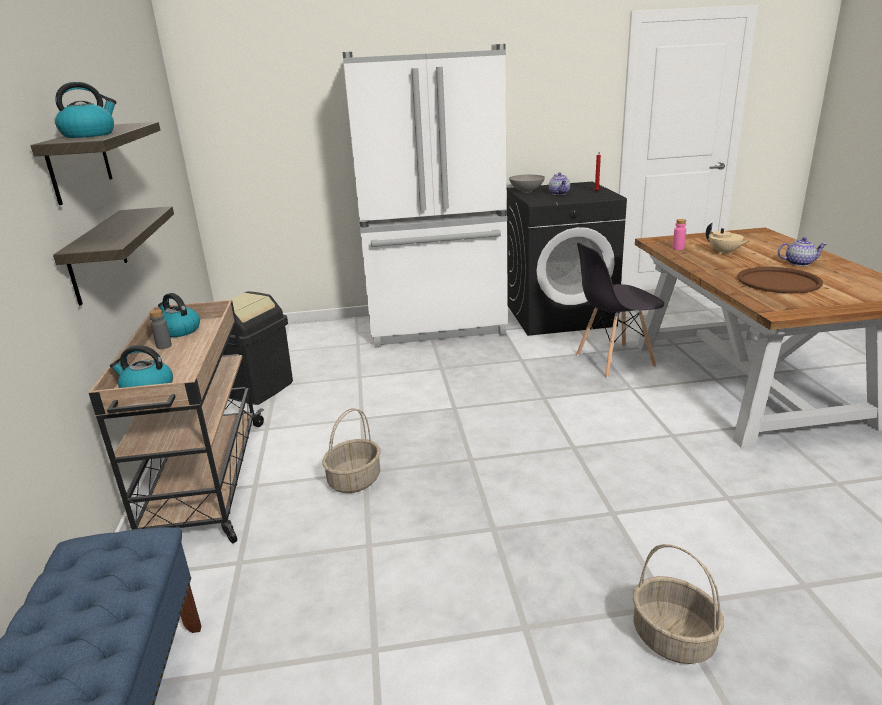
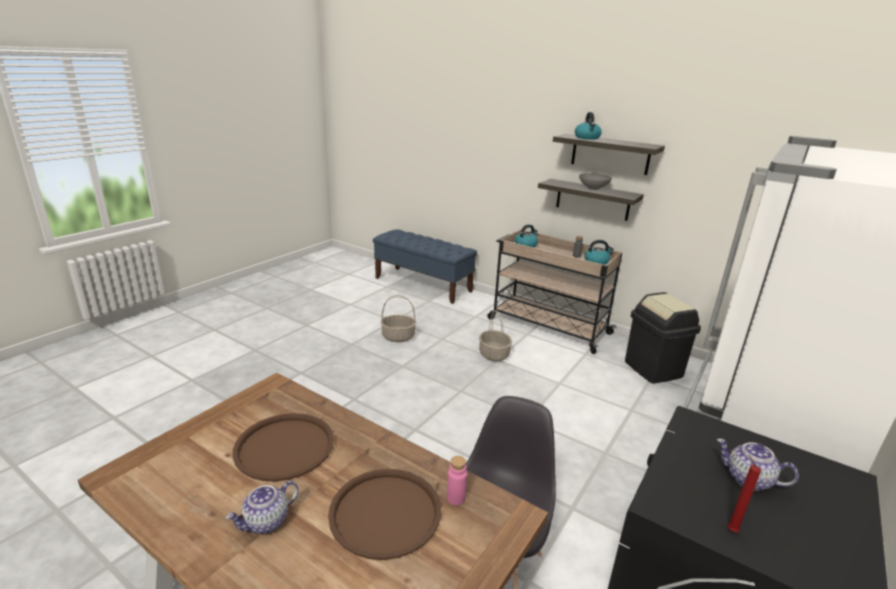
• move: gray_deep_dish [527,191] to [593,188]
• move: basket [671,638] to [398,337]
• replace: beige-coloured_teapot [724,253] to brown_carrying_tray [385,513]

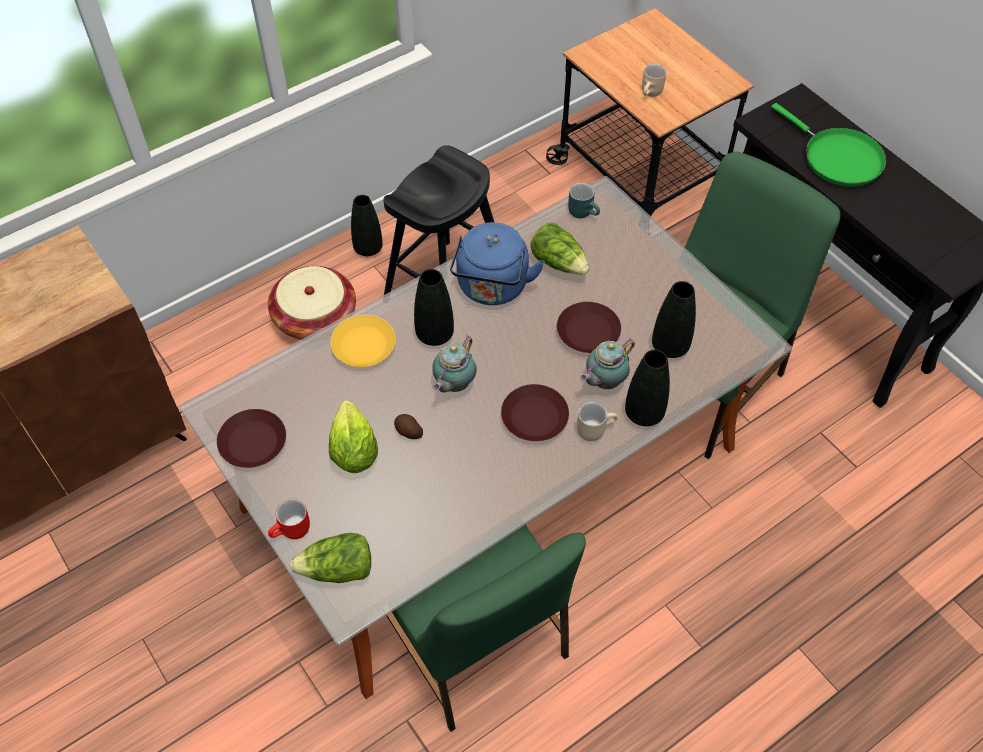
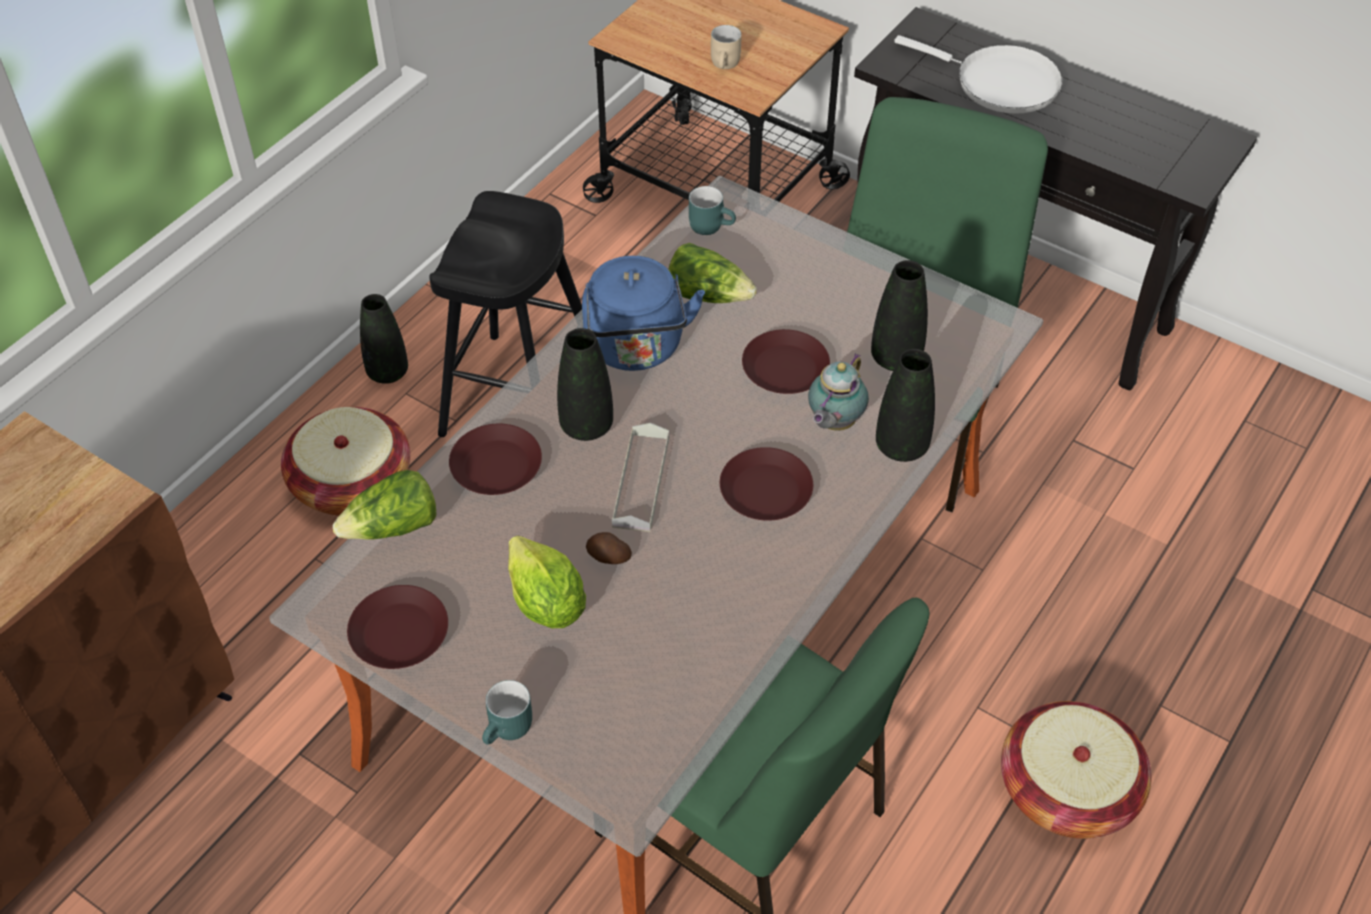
• recolor: red_tea_mug [292,532] to blue-green_tea_mug [509,731]
• move: lettuce [338,570] to [393,527]
• recolor: yellow_plate [363,345] to brown_plate [495,466]
• replace: teapot [453,385] to gray_carrying_tray [641,482]
• delete: beige-coloured_tea_mug [594,428]
• recolor: green_skillet [837,158] to whitish_skillet [1000,83]
• insert: basket [1067,790]

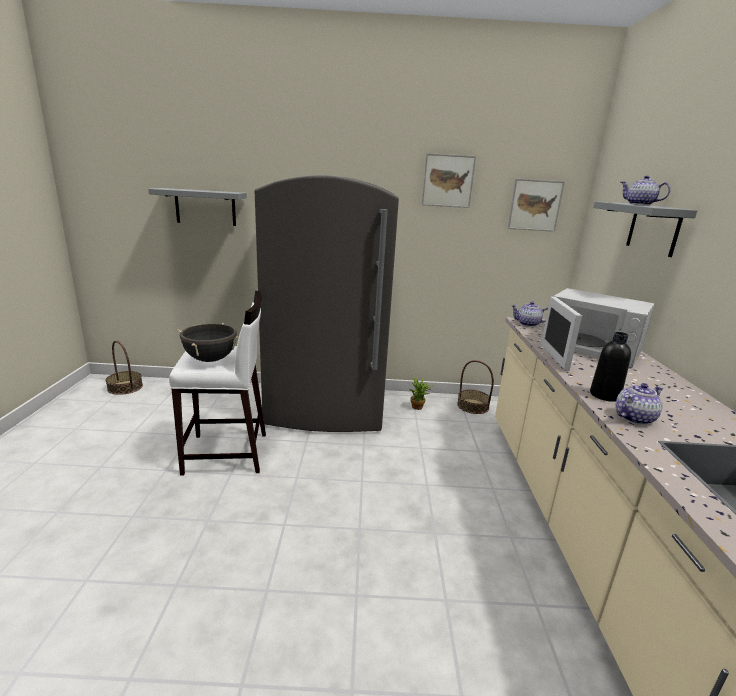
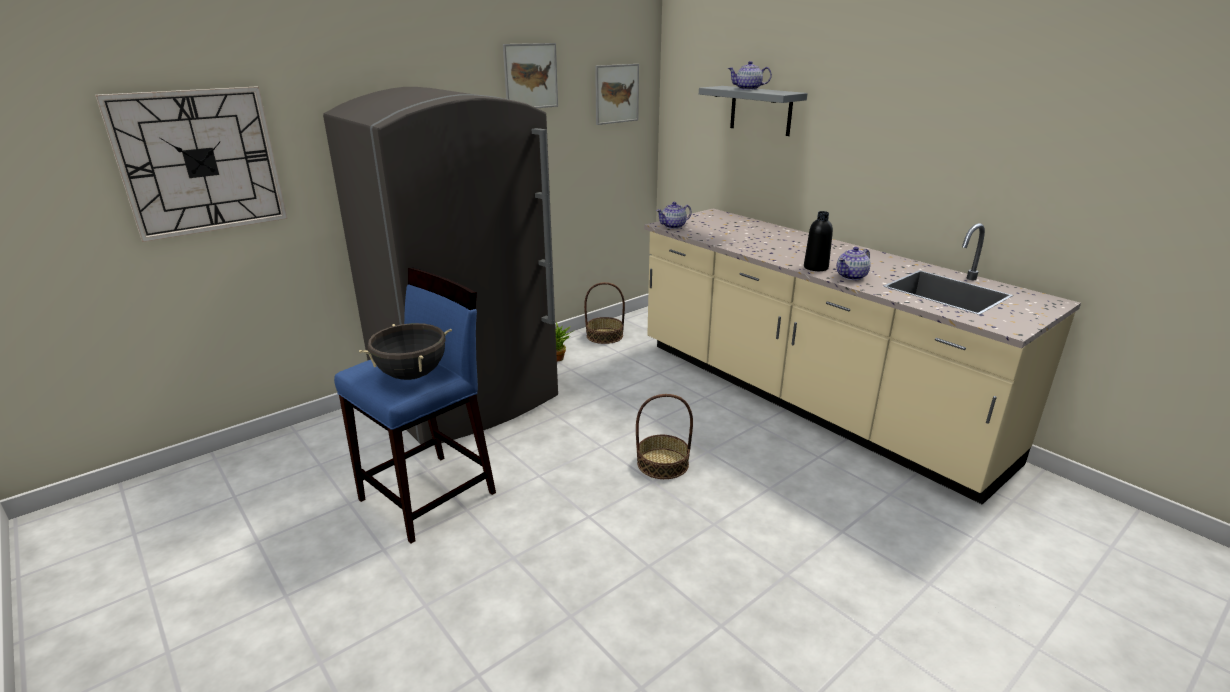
• move: basket [125,387] to [663,463]
• replace: gray_bracket_shelf [205,207] to clock_on_the_wall [200,162]
• recolor: whitish_stool_seat [227,454] to blue_stool_seat [429,496]
• delete: whitish_microwave_oven [587,350]
• rotate: teapot [633,418] = [852,276] 150 degrees counterclockwise

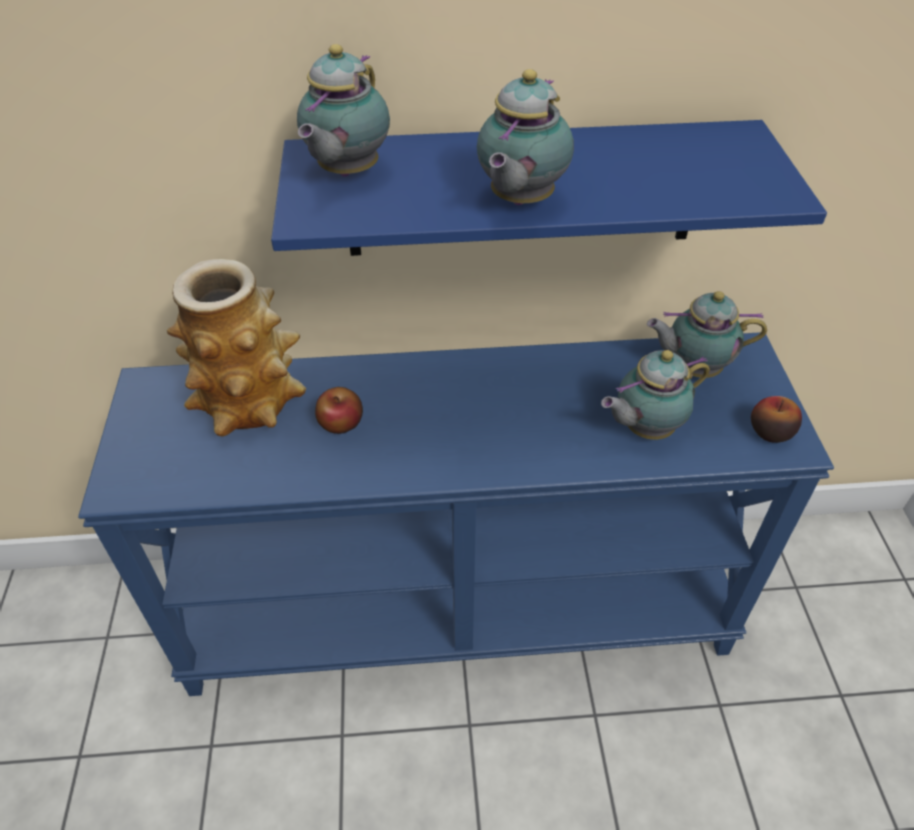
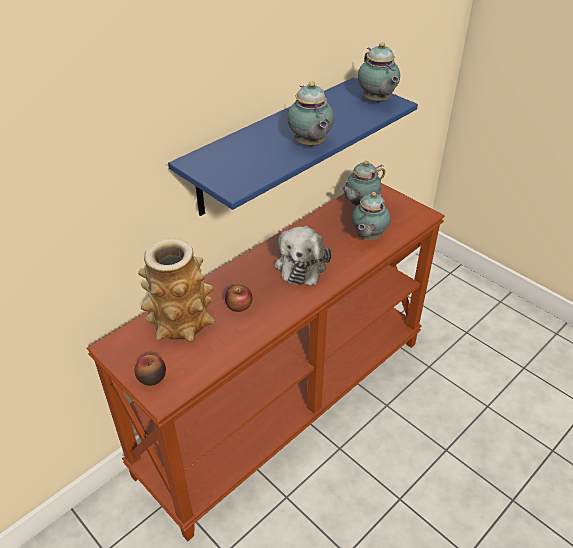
• recolor: blue_narrow_table [459,607] to brown_narrow_table [285,402]
• move: teapot [346,173] to [376,101]
• move: apple [770,431] to [152,377]
• insert: plush_toy [301,264]

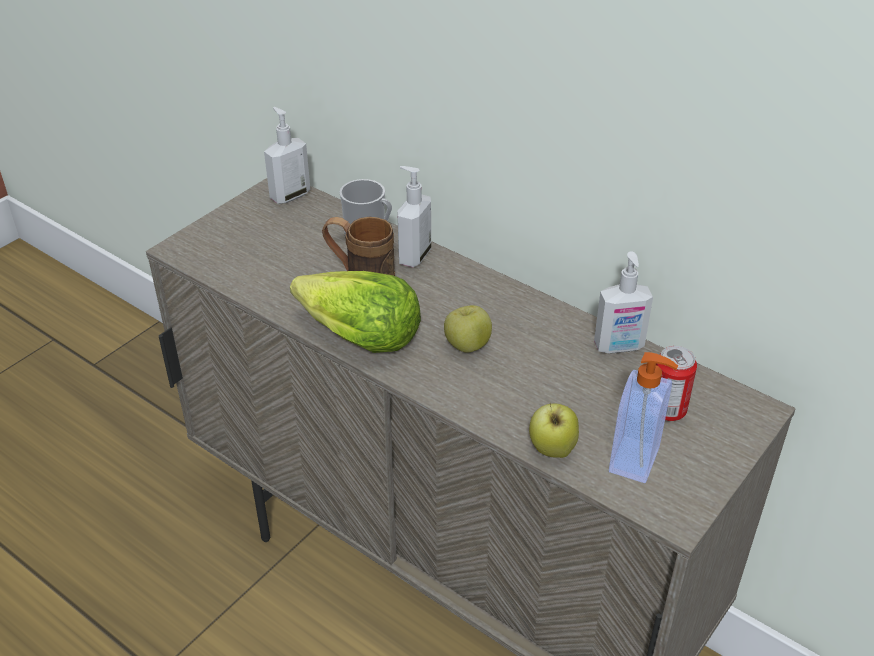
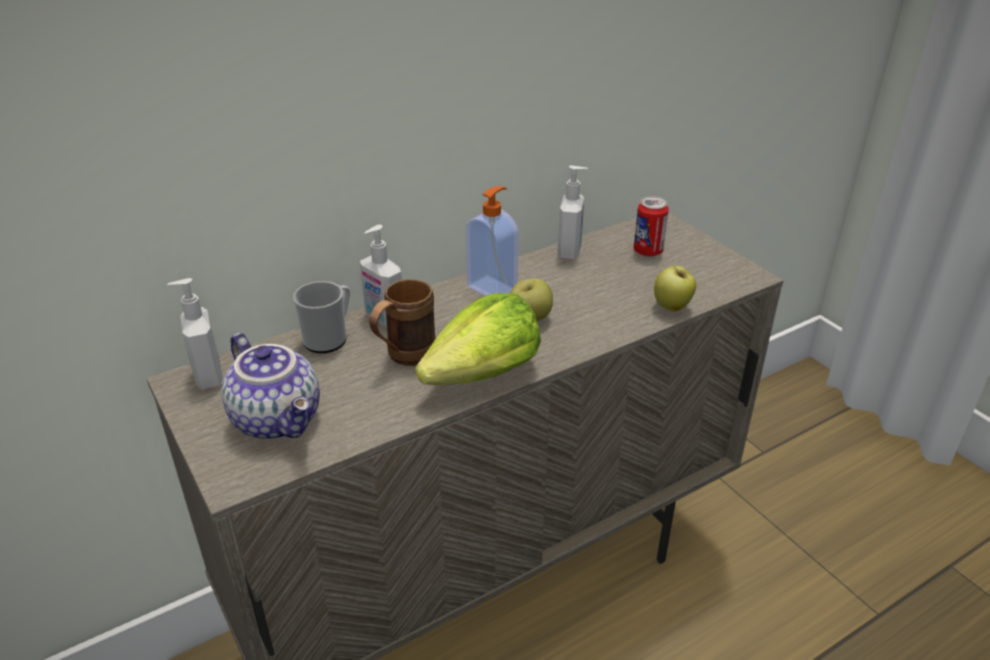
• move: soap_dispenser [636,460] to [493,288]
• insert: teapot [279,419]

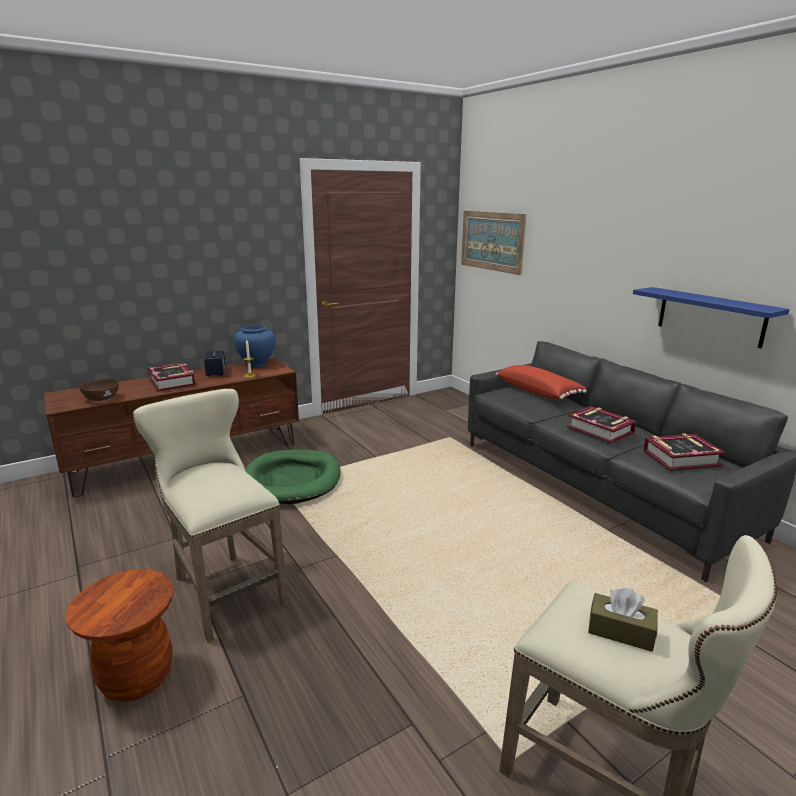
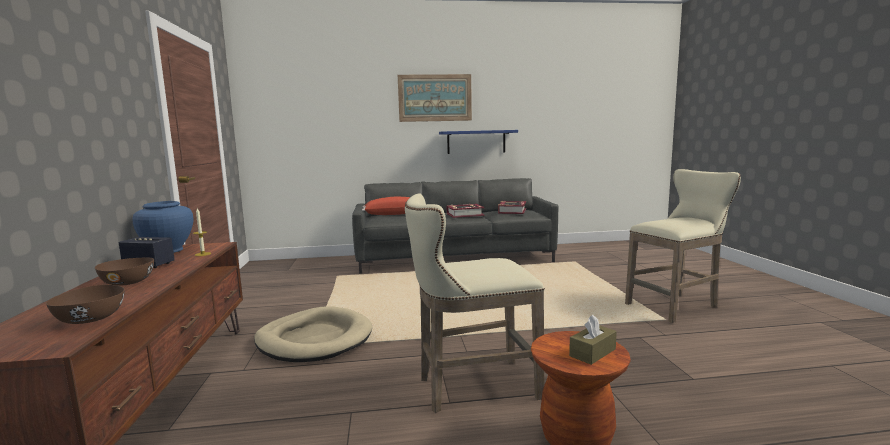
• replace: book [172,382] to brown_deep_dish [129,283]
• recolor: green_pet_bed [292,480] to beige-coloured_pet_bed [314,339]
• move: wall_picture [492,241] to [435,98]
• move: brown_tissue_box [620,631] to [592,352]

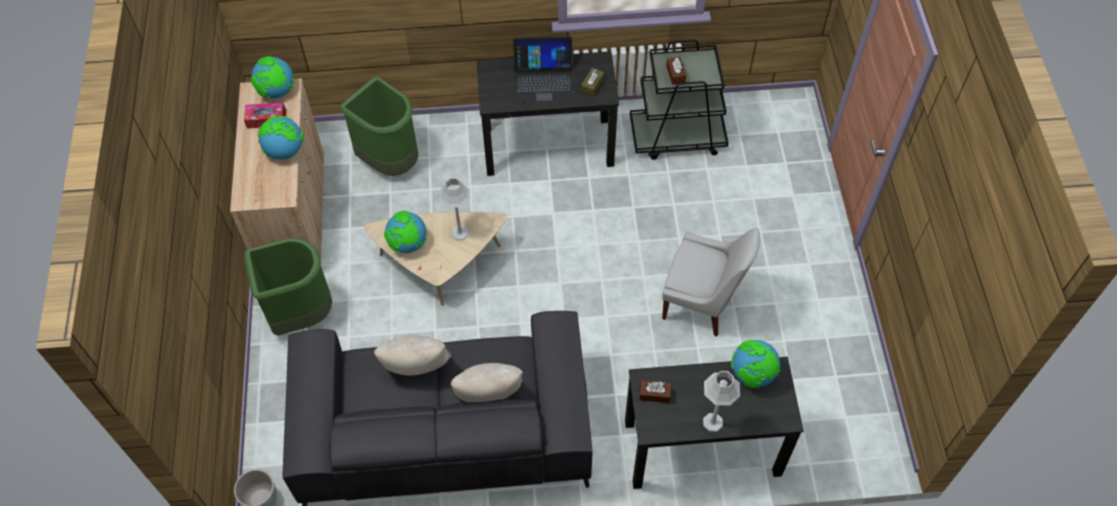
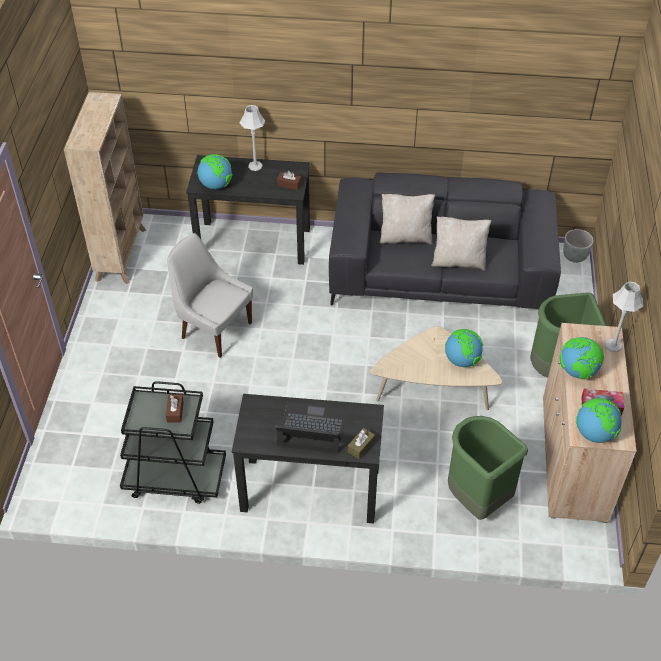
• move: gray_lamp_for_a_table [460,233] to [613,345]
• move: brown_tissue_box [592,85] to [361,446]
• insert: beige-coloured_bookcase [121,254]

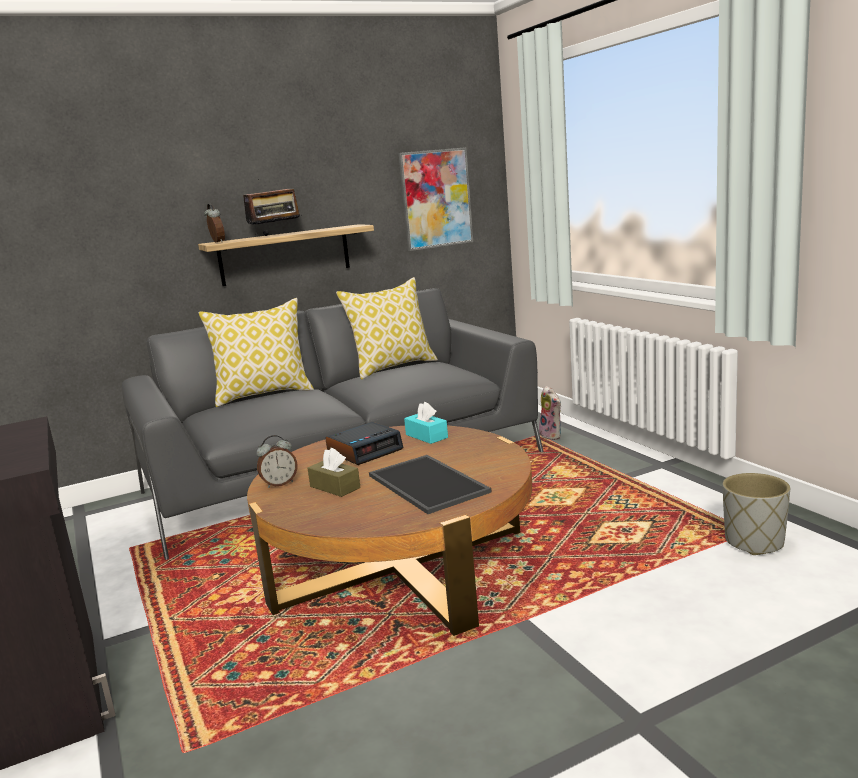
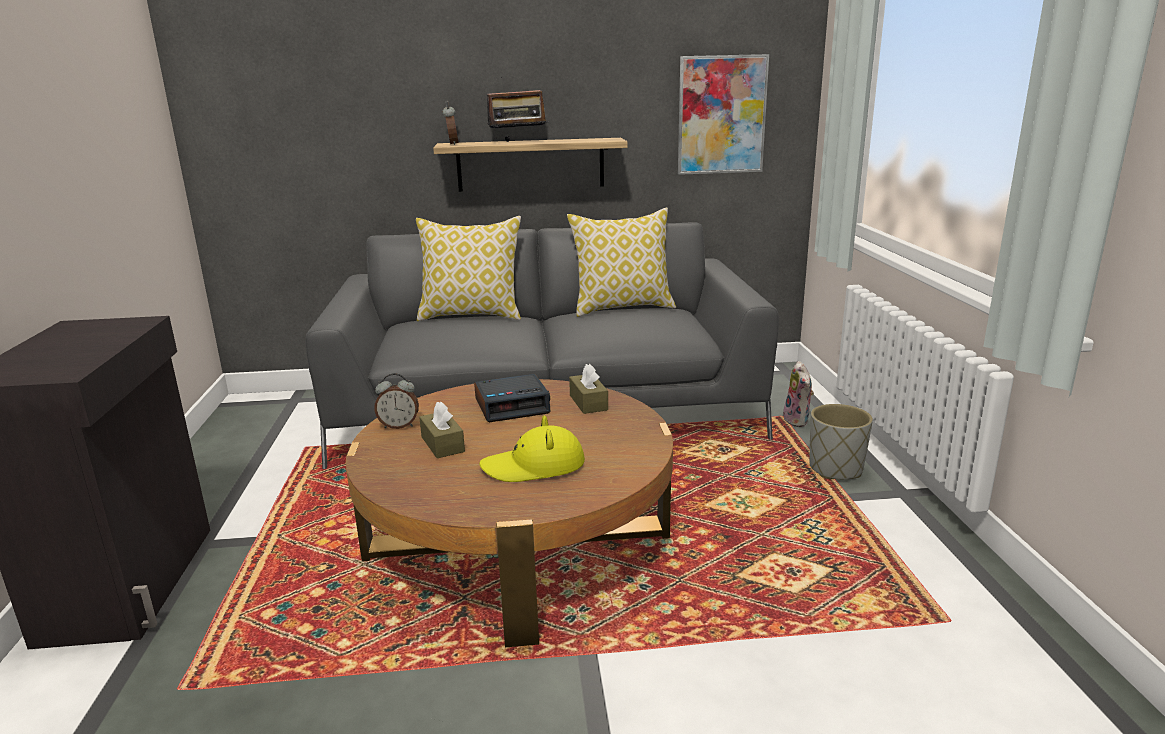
• replace: carrying_tray [430,483] to yellow_hat [534,466]
• recolor: blue-green_tissue_box [426,436] to brown_tissue_box [588,402]
• move: gray_flower_pot [753,542] to [835,469]

